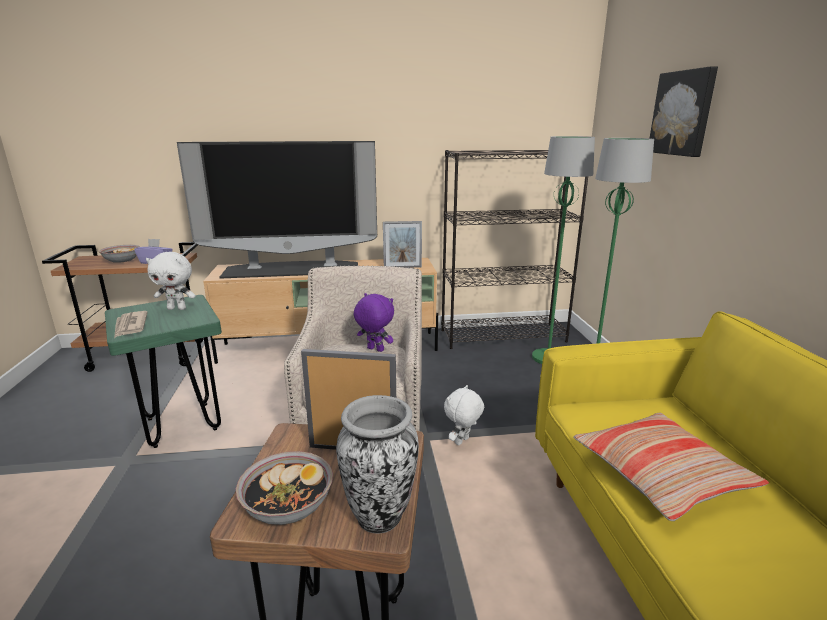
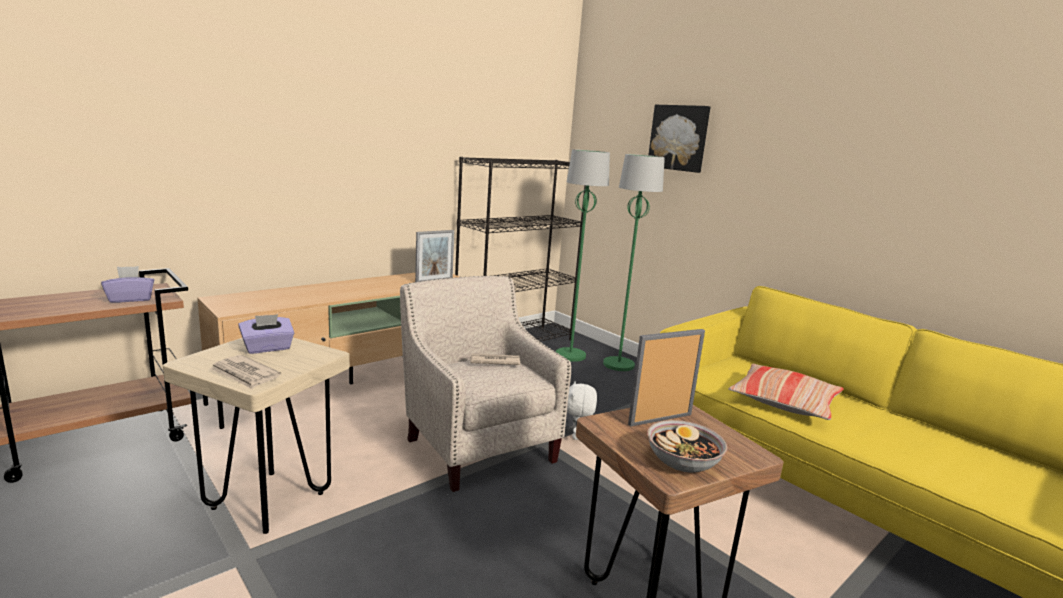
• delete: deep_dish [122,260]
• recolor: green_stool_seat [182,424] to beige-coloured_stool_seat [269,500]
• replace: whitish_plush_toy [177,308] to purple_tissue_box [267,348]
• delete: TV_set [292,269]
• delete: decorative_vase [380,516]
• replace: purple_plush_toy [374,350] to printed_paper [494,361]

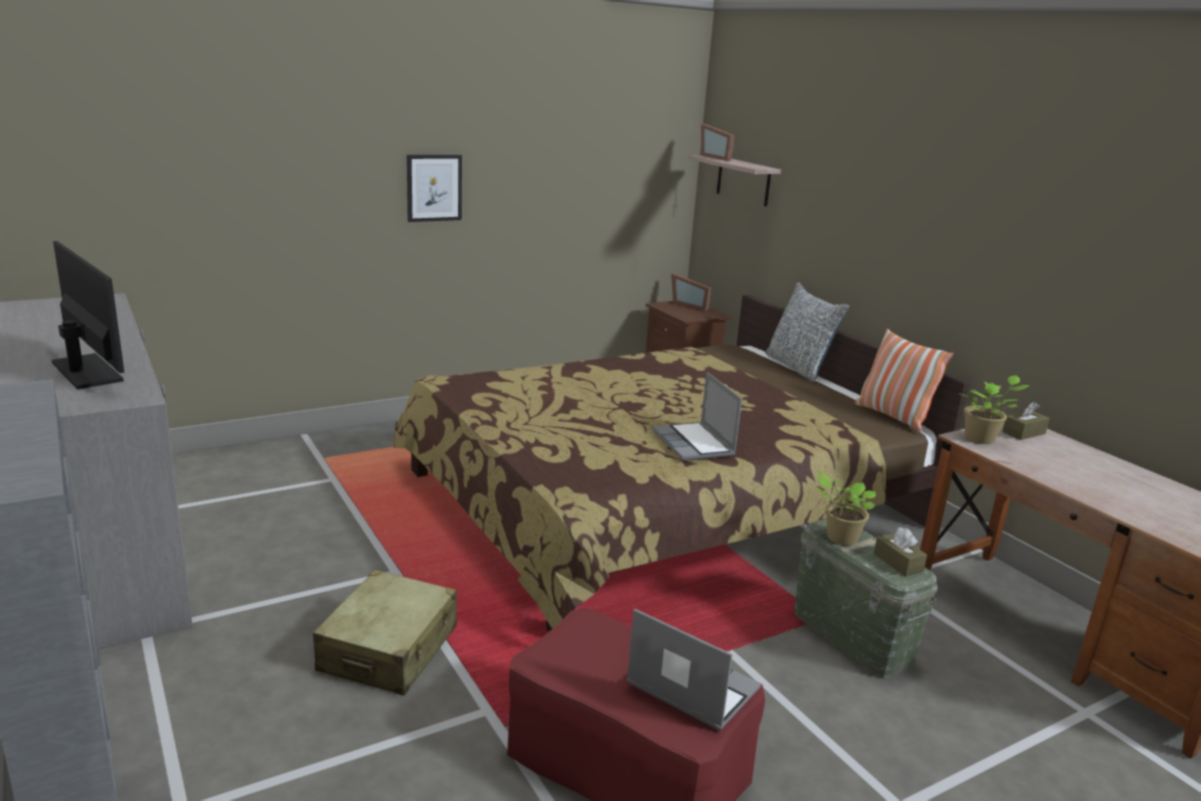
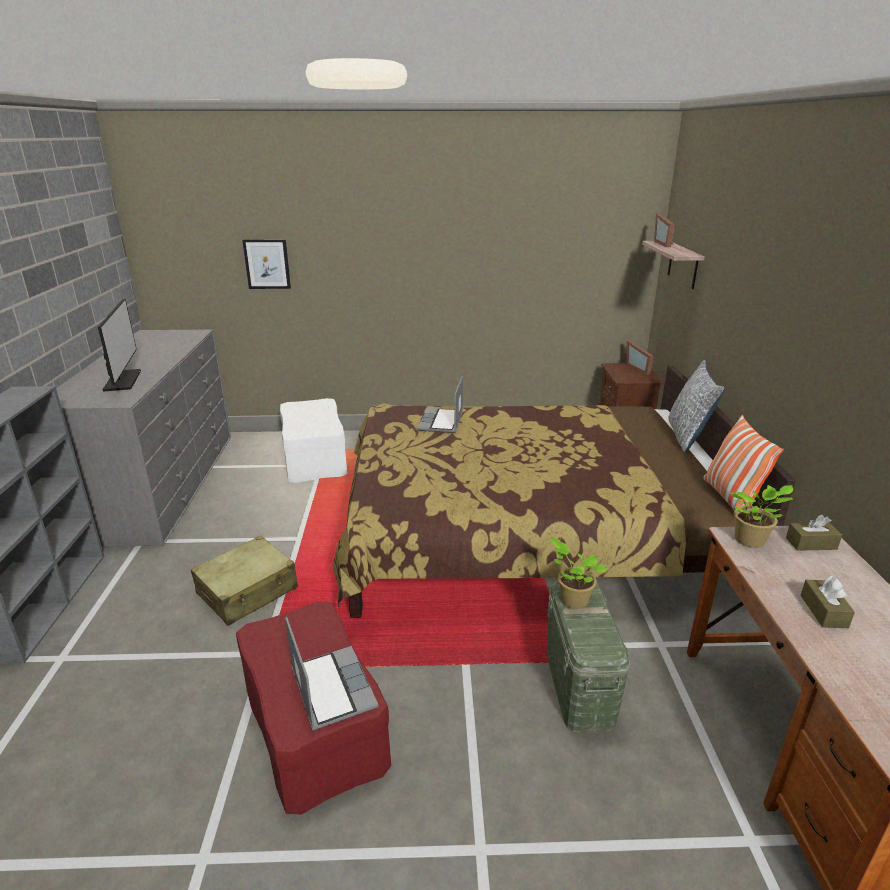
• move: wall_picture [434,188] to [267,264]
• move: notebook_computer [694,444] to [441,422]
• move: brown_tissue_box [898,563] to [823,611]
• insert: whitish_ottoman [314,458]

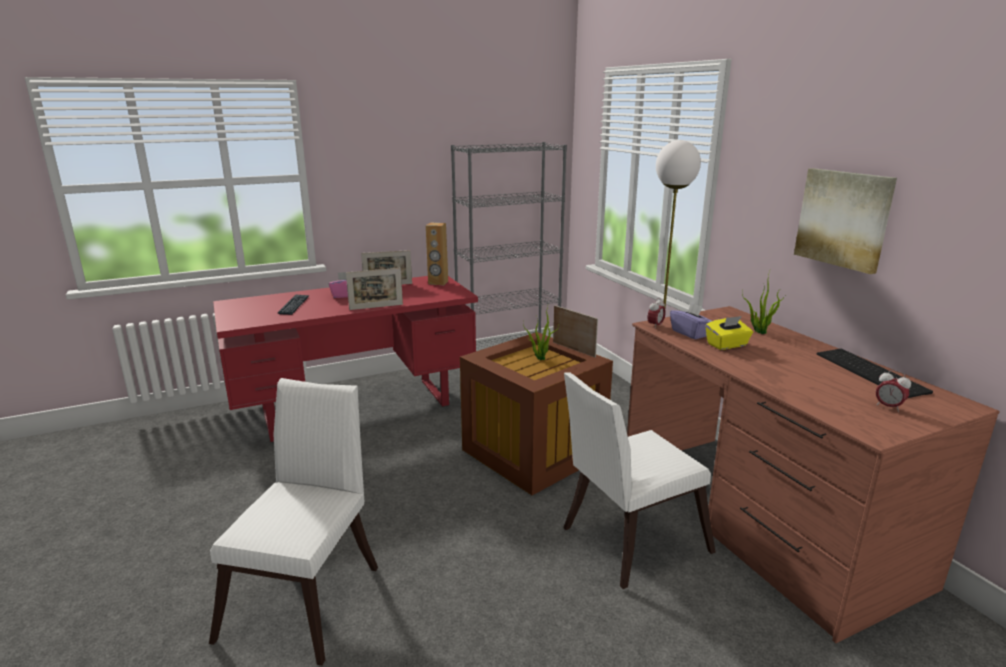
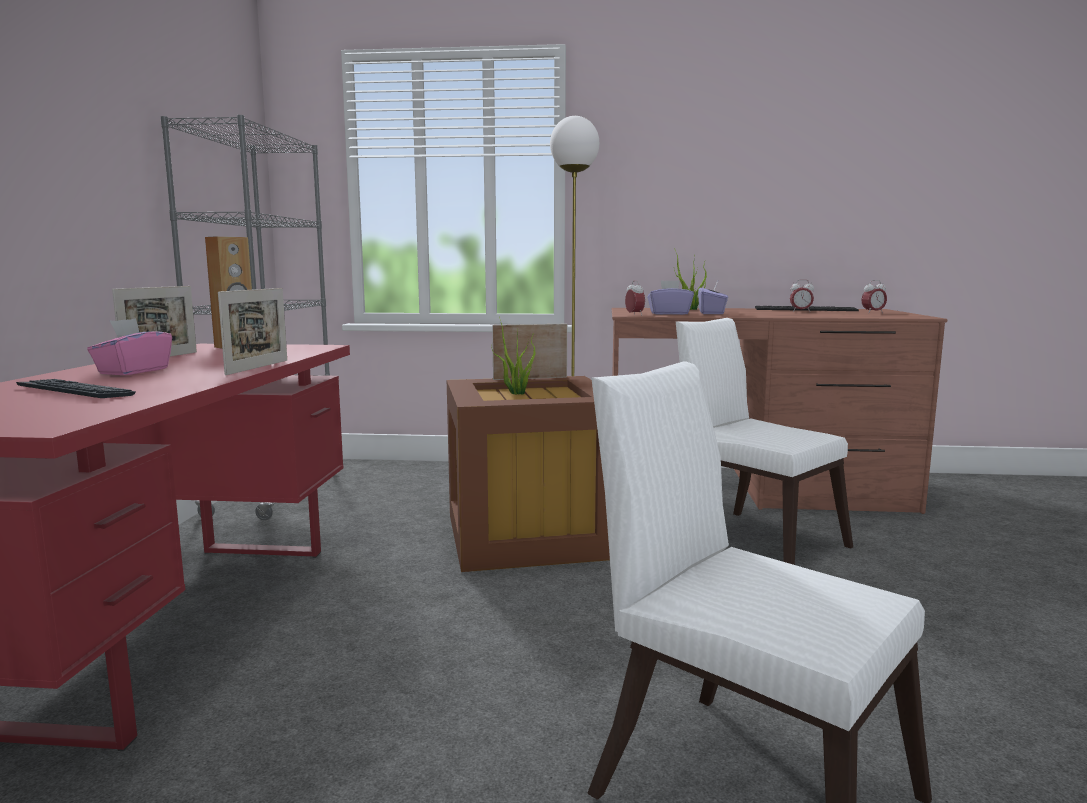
• rotate: whitish_plain_chair [627,541] = [750,539] 135 degrees clockwise
• recolor: yellow_tissue_box [727,345] to purple_tissue_box [712,313]
• delete: wall_picture [844,218]
• insert: table_clock [800,311]

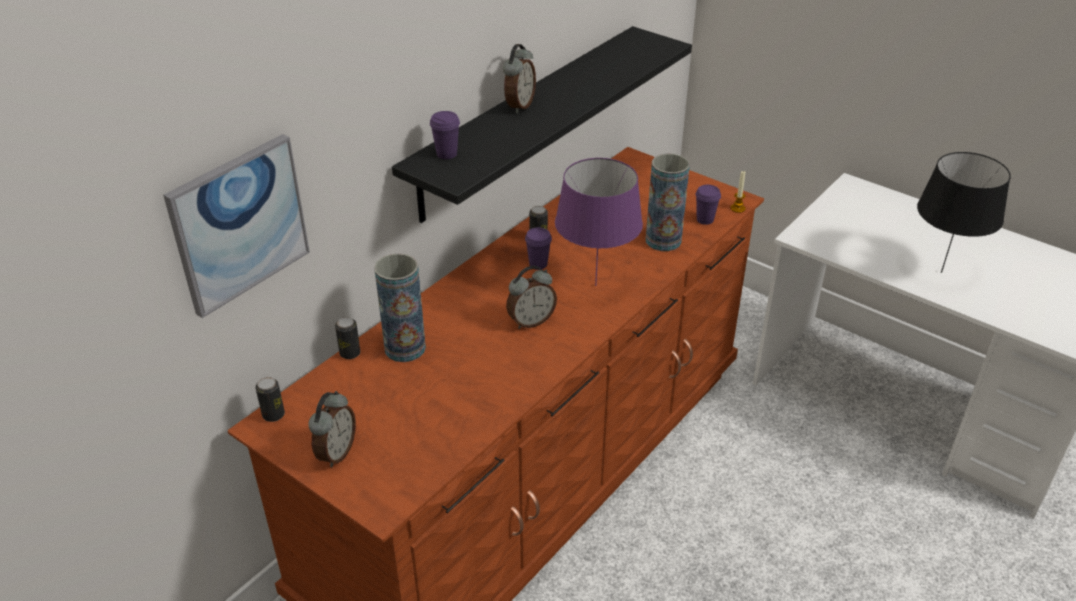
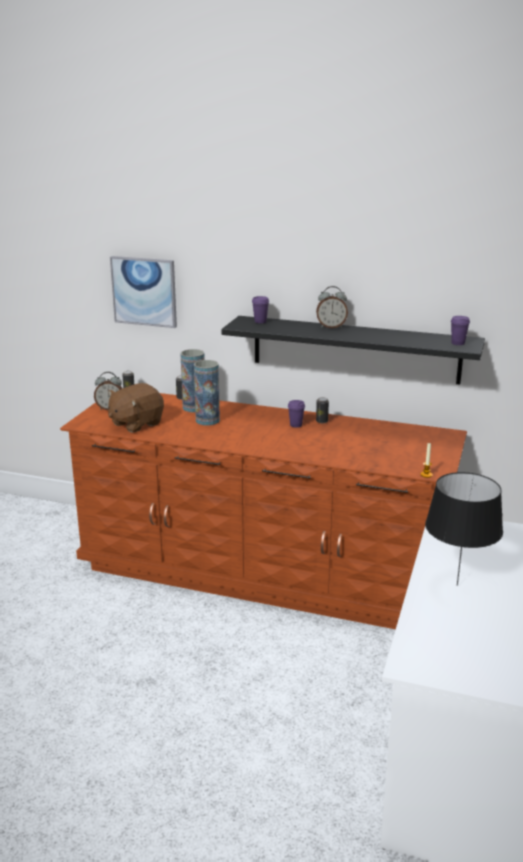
• delete: table_clock [531,321]
• delete: purple_lamp_for_a_table [594,285]
• move: decorative_vase [663,240] to [207,420]
• move: purple_cup [705,219] to [458,343]
• insert: brown_plush_toy [136,423]

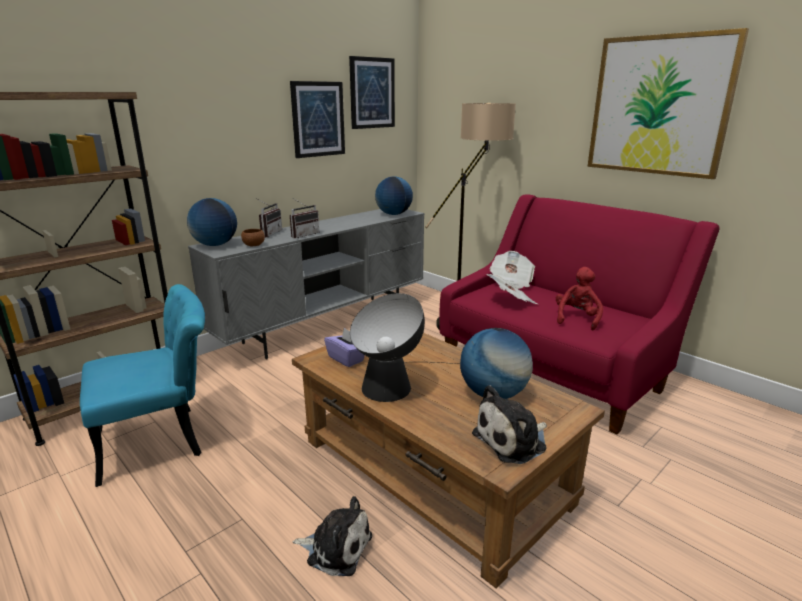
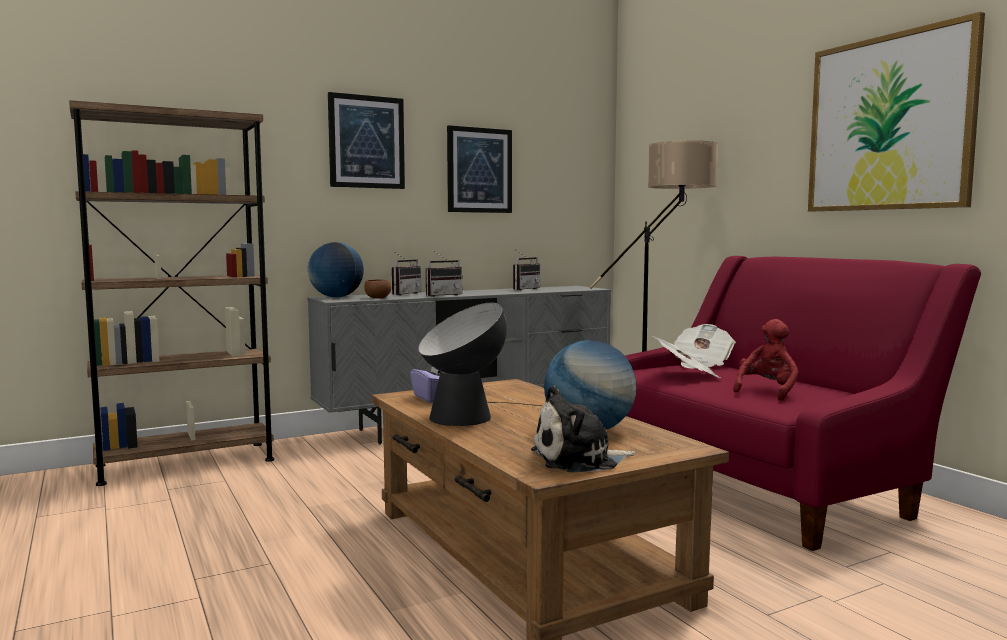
• delete: blue-green_plain_chair [162,440]
• delete: plush_toy [336,548]
• move: wall_picture [372,93] to [366,142]
• delete: world_globe [394,214]
• insert: radio_set [523,289]

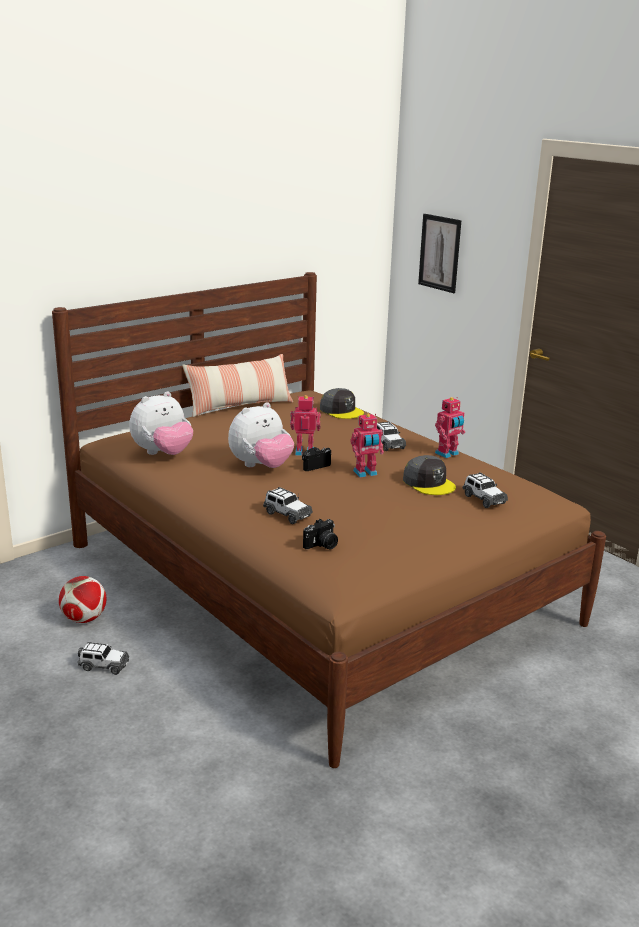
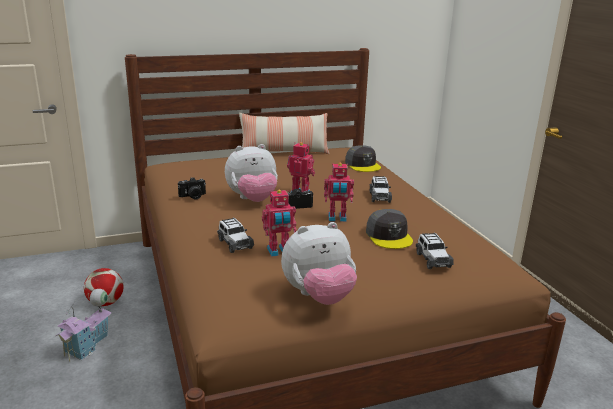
• replace: toy_car [103,666] to model_house [88,345]
• move: plush_toy [163,454] to [318,296]
• move: photo_camera [322,545] to [193,196]
• delete: wall_picture [439,253]
• move: toy_robot [448,454] to [279,252]

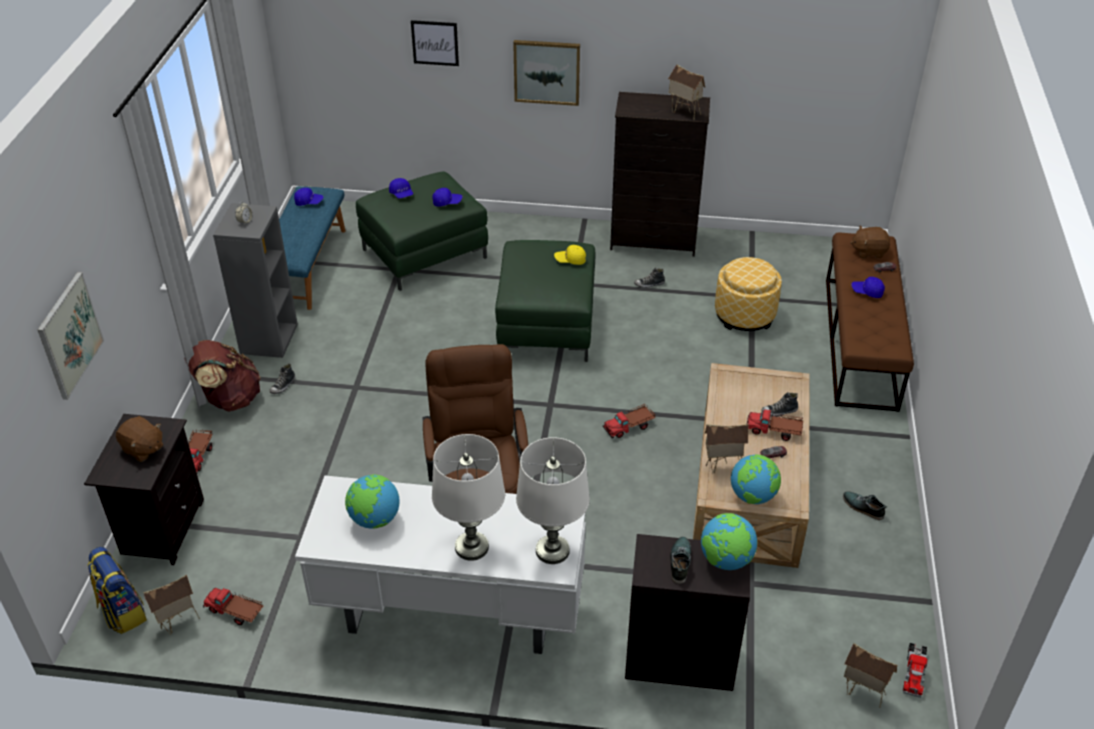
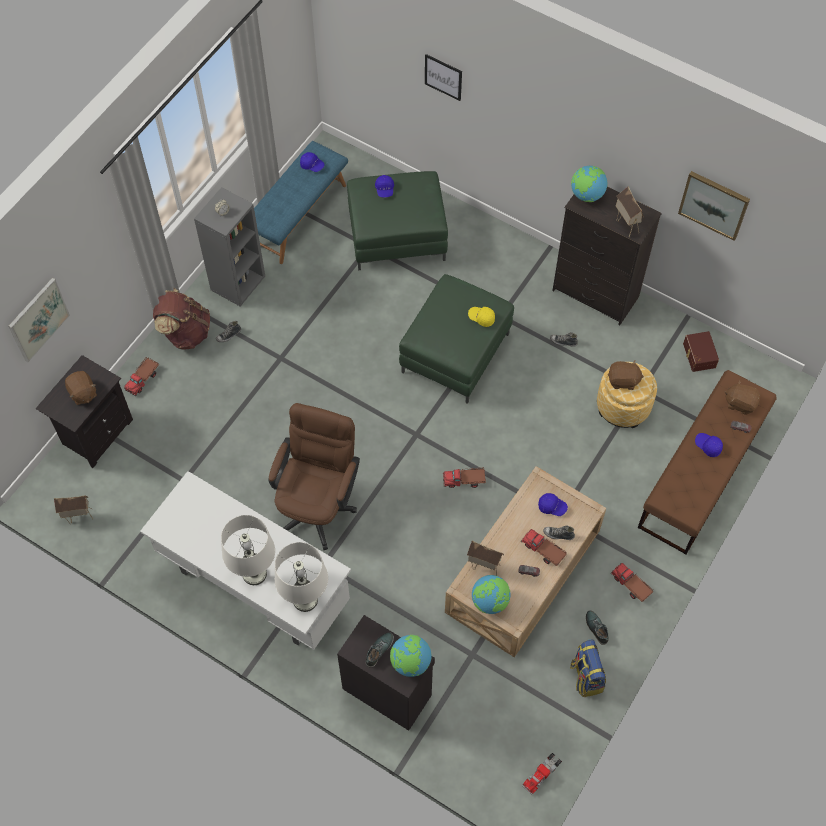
• move: rucksack [122,612] to [586,676]
• move: toy_truck [235,611] to [631,585]
• move: world_globe [374,519] to [586,195]
• move: blue_peaked_cap [447,202] to [552,507]
• move: wall_picture [547,72] to [714,204]
• delete: model_house [862,693]
• insert: brown_plush_toy [623,381]
• insert: brown_storage_box [698,355]

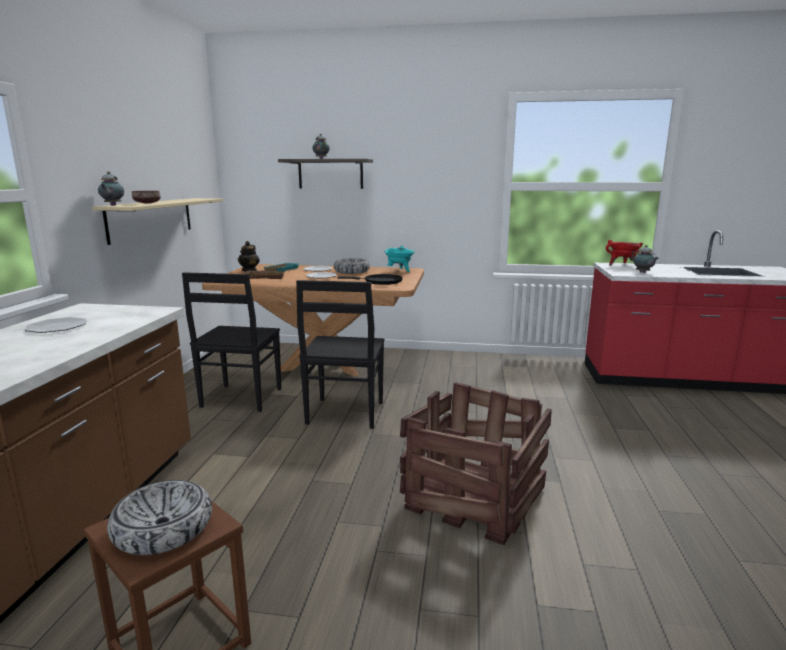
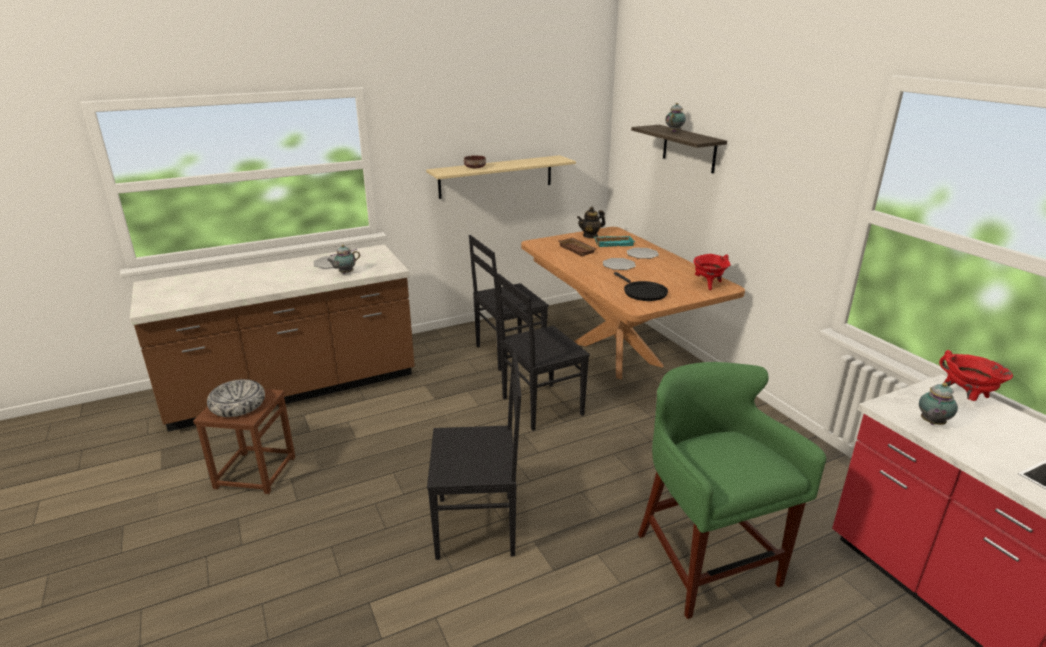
• move: teapot [112,205] to [345,273]
• delete: deep_dish [352,271]
• recolor: blue-green_cooking_pot [399,271] to red_cooking_pot [708,284]
• replace: packing_crate [475,497] to black-coloured_plain_chair [479,526]
• insert: green_stool_seat [704,562]

